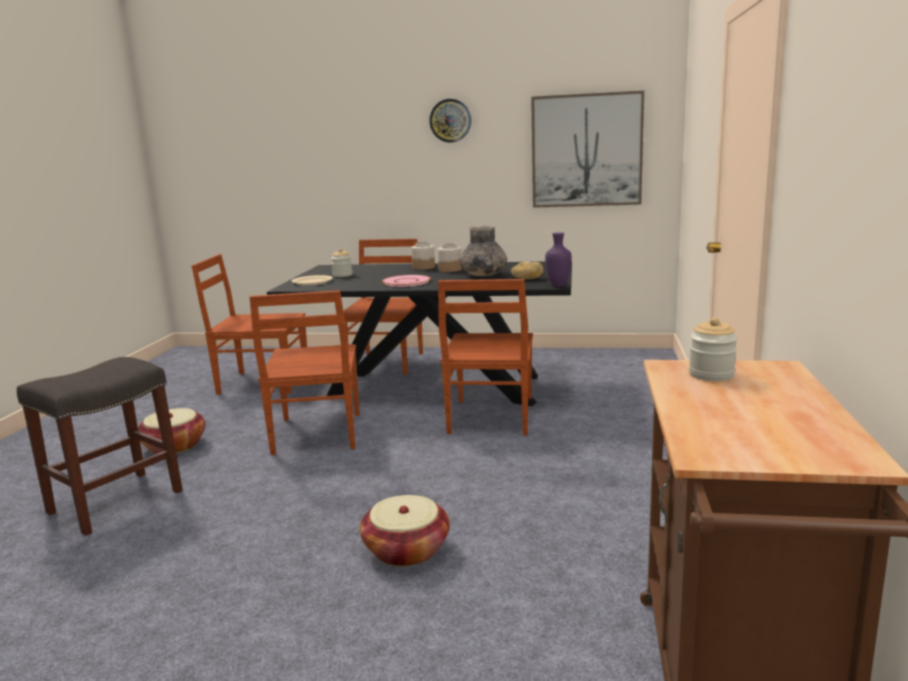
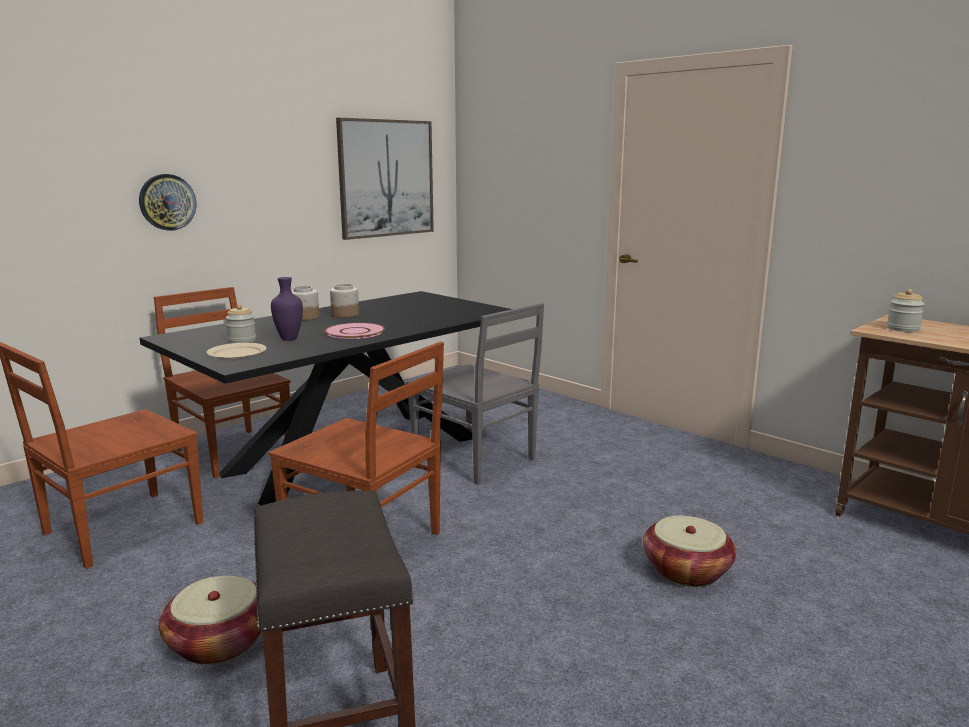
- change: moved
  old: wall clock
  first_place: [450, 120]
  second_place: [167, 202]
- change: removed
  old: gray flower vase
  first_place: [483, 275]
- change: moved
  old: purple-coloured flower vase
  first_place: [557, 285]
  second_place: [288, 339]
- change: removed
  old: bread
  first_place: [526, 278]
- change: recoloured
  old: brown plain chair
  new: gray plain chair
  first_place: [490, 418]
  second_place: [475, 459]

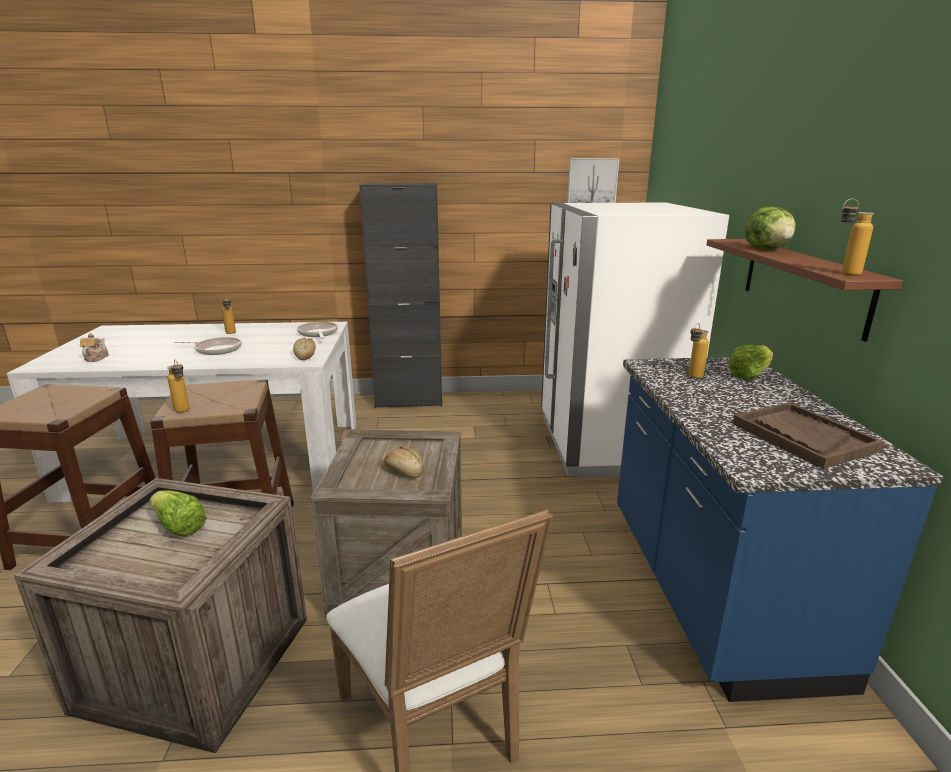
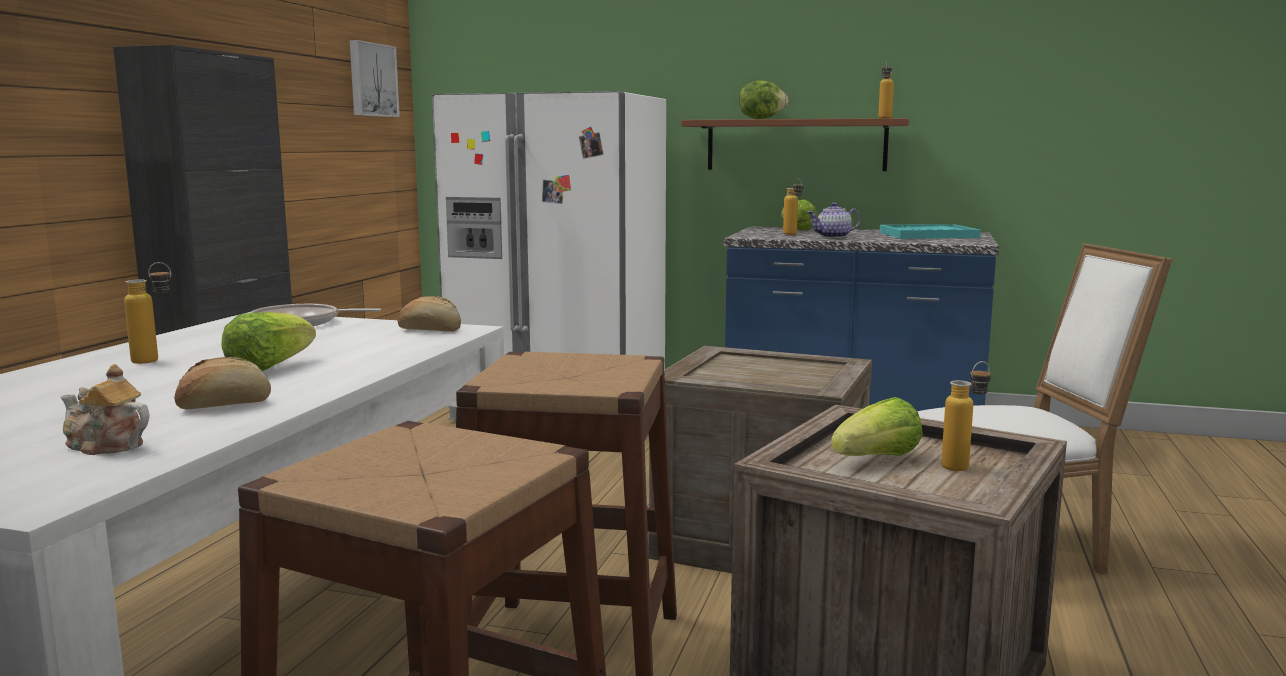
- change: replaced
  old: pan
  new: lettuce
  first_place: [216, 349]
  second_place: [269, 367]
- change: moved
  old: beverage bottle
  first_place: [184, 412]
  second_place: [963, 466]
- change: recoloured
  old: brown carrying tray
  new: blue-green carrying tray
  first_place: [803, 437]
  second_place: [928, 235]
- change: moved
  old: bread
  first_place: [404, 471]
  second_place: [224, 405]
- change: added
  new: pot for tea
  second_place: [833, 237]

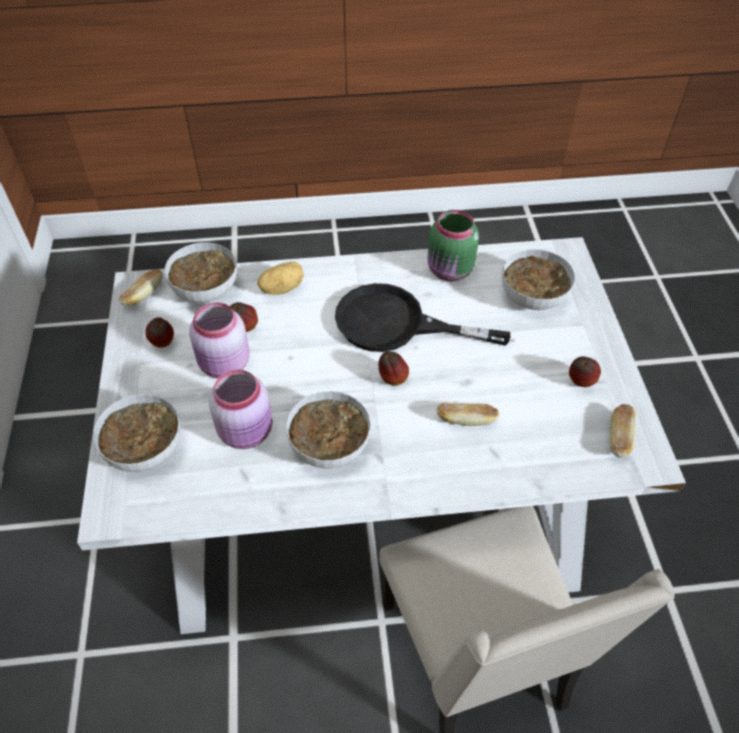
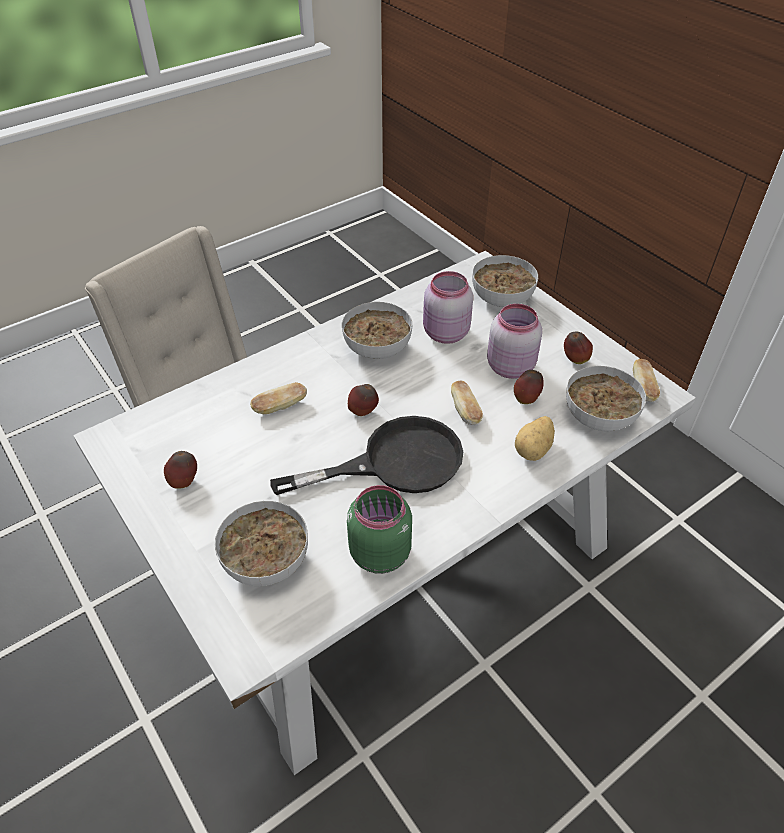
- change: moved
  old: bread
  first_place: [619, 438]
  second_place: [465, 411]

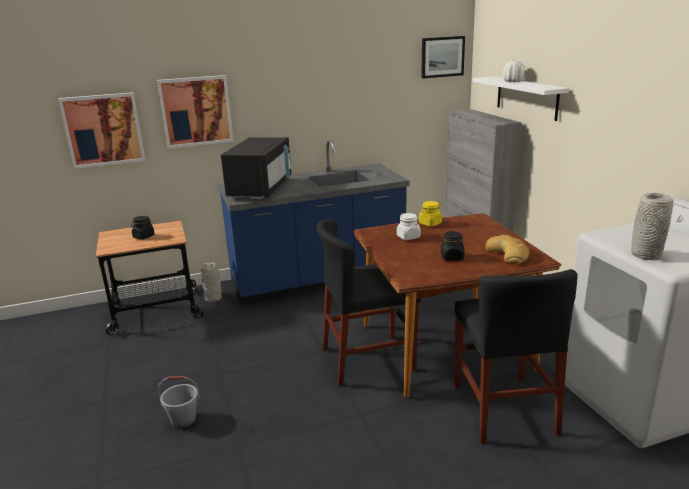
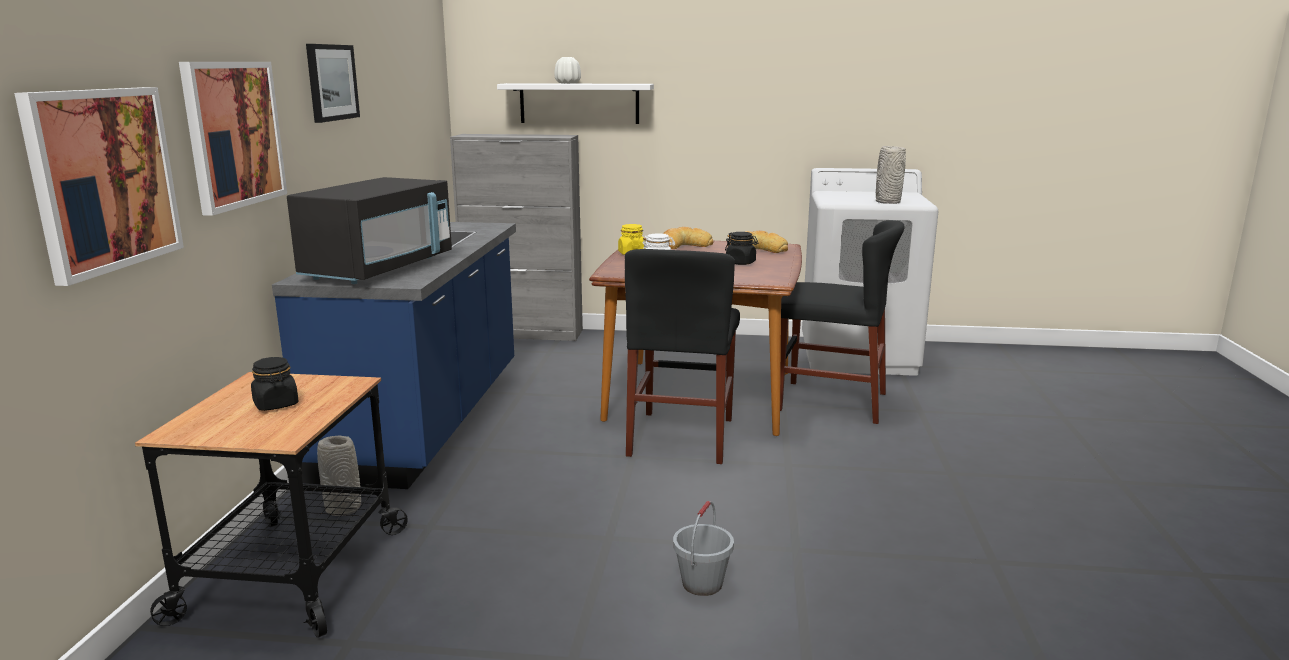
- change: moved
  old: wall picture
  first_place: [442, 57]
  second_place: [331, 82]
- change: turned
  old: blackish microwave oven
  first_place: [261, 189]
  second_place: [380, 269]
  degrees: 75
- change: added
  new: bread
  second_place: [683, 245]

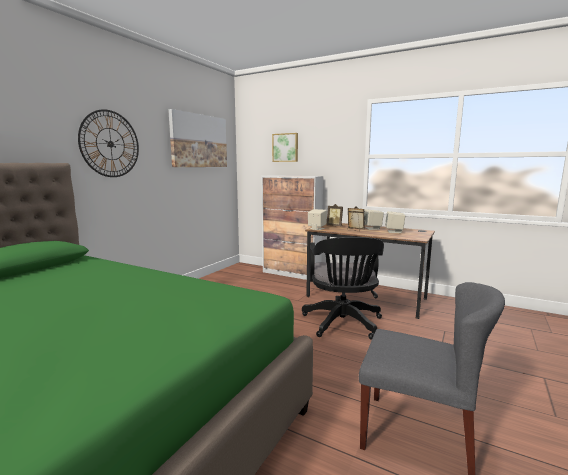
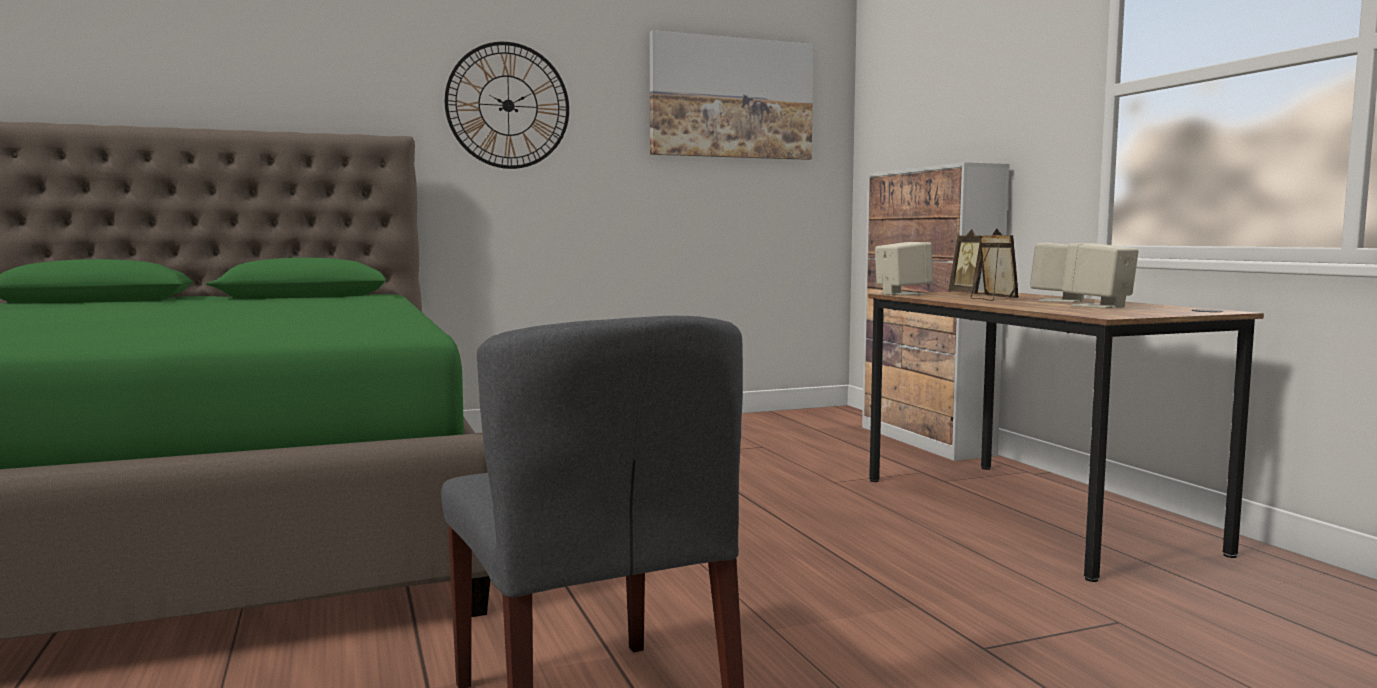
- change: removed
  old: wall picture
  first_place: [285, 147]
- change: removed
  old: blackish desk chair
  first_place: [343, 324]

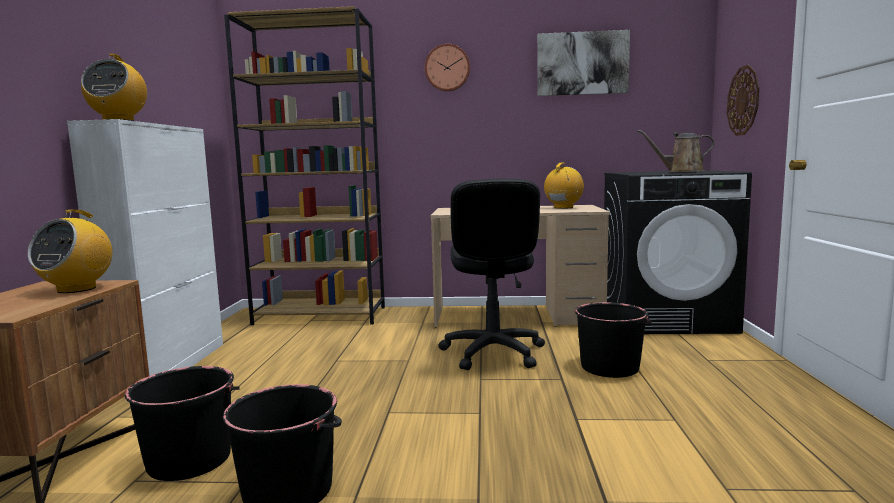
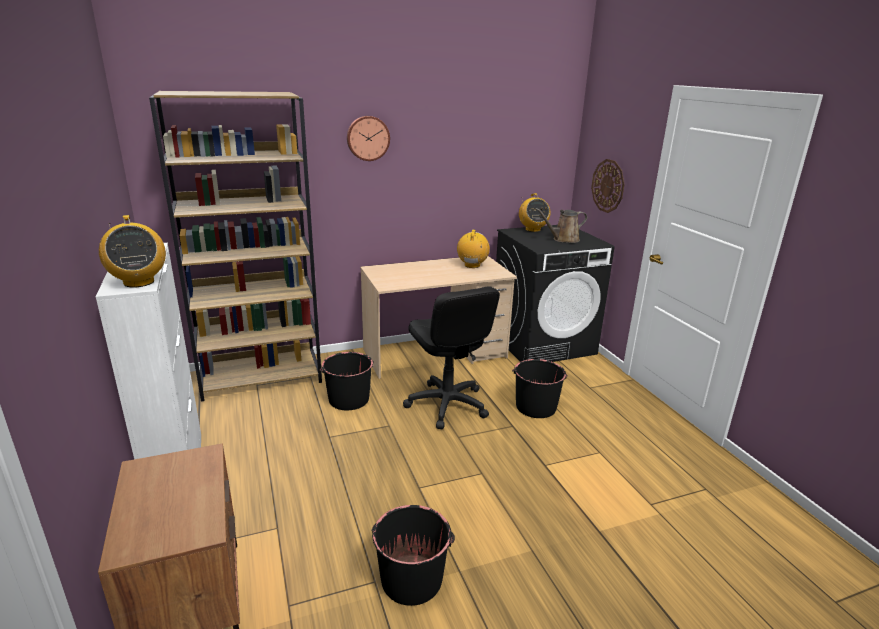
- change: removed
  old: wall picture
  first_place: [582, 63]
- change: moved
  old: radio receiver
  first_place: [77, 289]
  second_place: [532, 229]
- change: moved
  old: blackish bucket
  first_place: [190, 459]
  second_place: [348, 399]

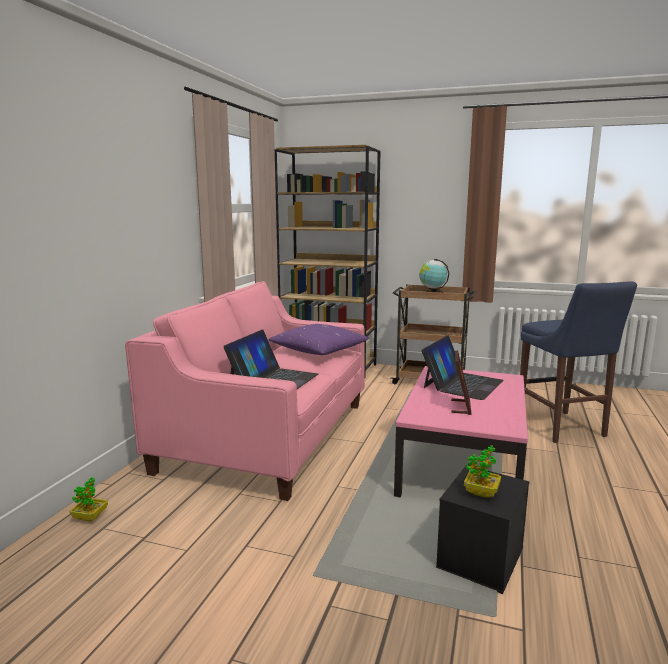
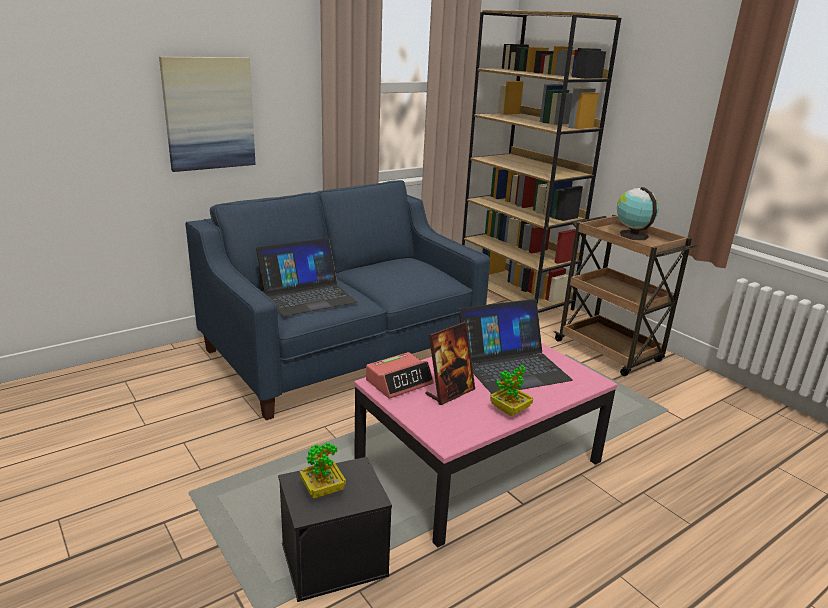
- change: recoloured
  old: pink couch
  new: blue couch
  first_place: [268, 436]
  second_place: [342, 352]
- change: removed
  old: blue sitting stool
  first_place: [562, 428]
- change: removed
  old: purple-coloured throw pillow
  first_place: [319, 351]
- change: moved
  old: plant in a pot
  first_place: [90, 517]
  second_place: [510, 410]
- change: added
  new: wall picture
  second_place: [209, 113]
- change: added
  new: bedside clock
  second_place: [399, 382]

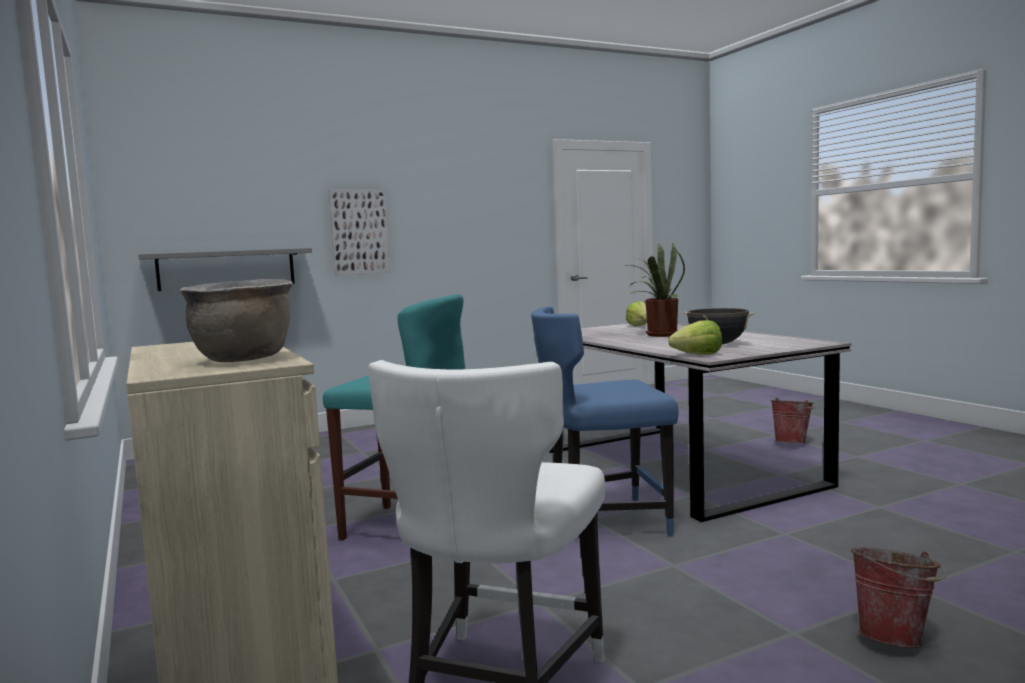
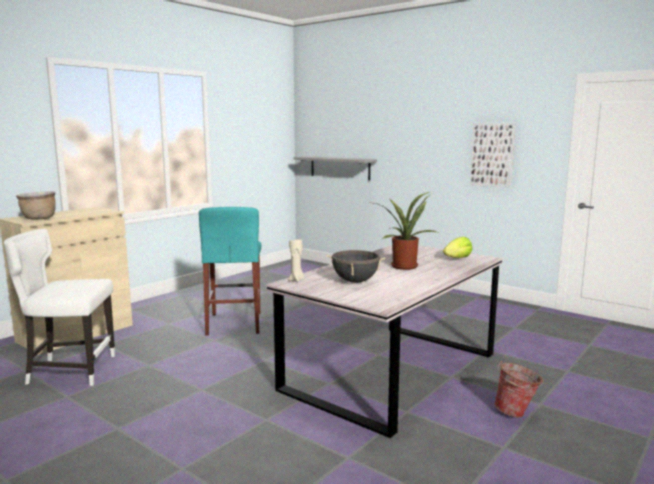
- change: moved
  old: wall picture
  first_place: [359, 232]
  second_place: [492, 155]
- change: removed
  old: blue plain chair
  first_place: [603, 521]
- change: replaced
  old: lettuce
  new: sand-coloured candle
  first_place: [698, 355]
  second_place: [296, 280]
- change: removed
  old: bucket
  first_place: [895, 637]

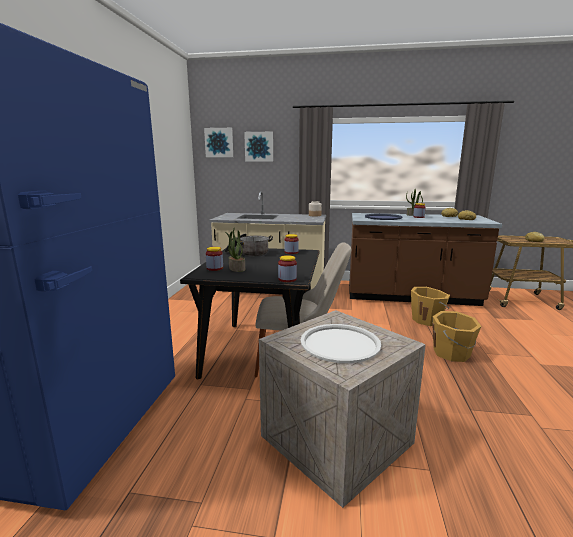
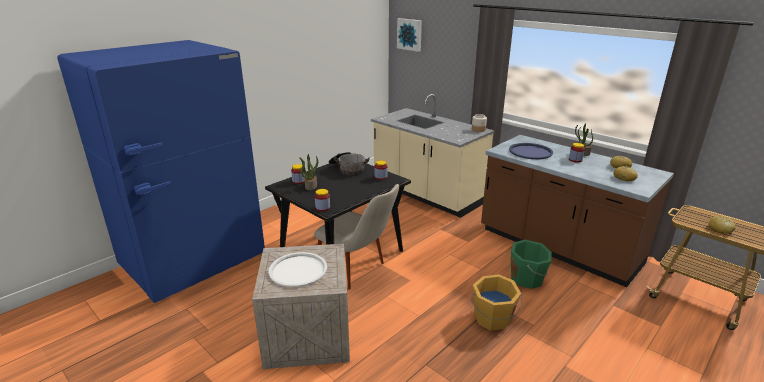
- change: removed
  old: wall picture
  first_place: [259, 146]
- change: recoloured
  old: orangey bucket
  new: green bucket
  first_place: [427, 320]
  second_place: [527, 279]

